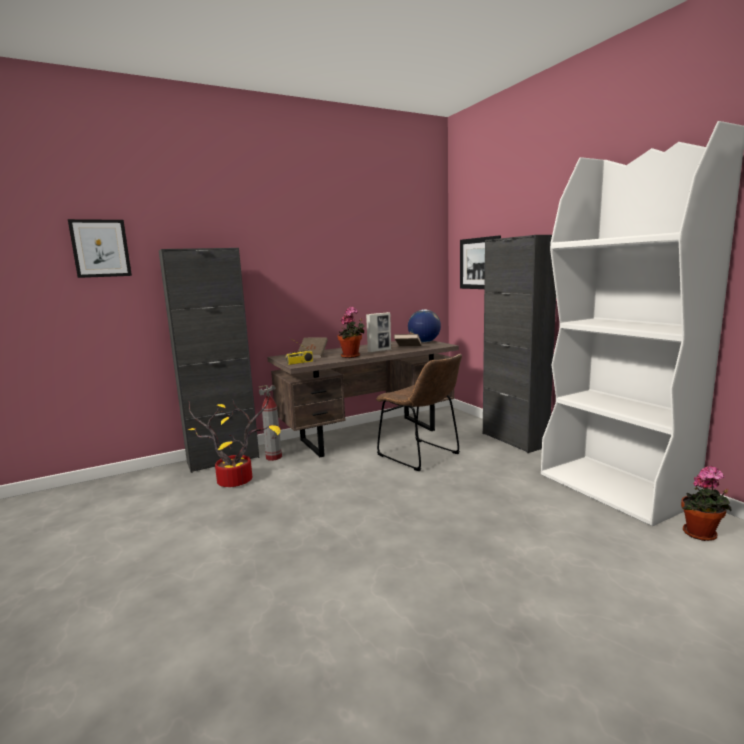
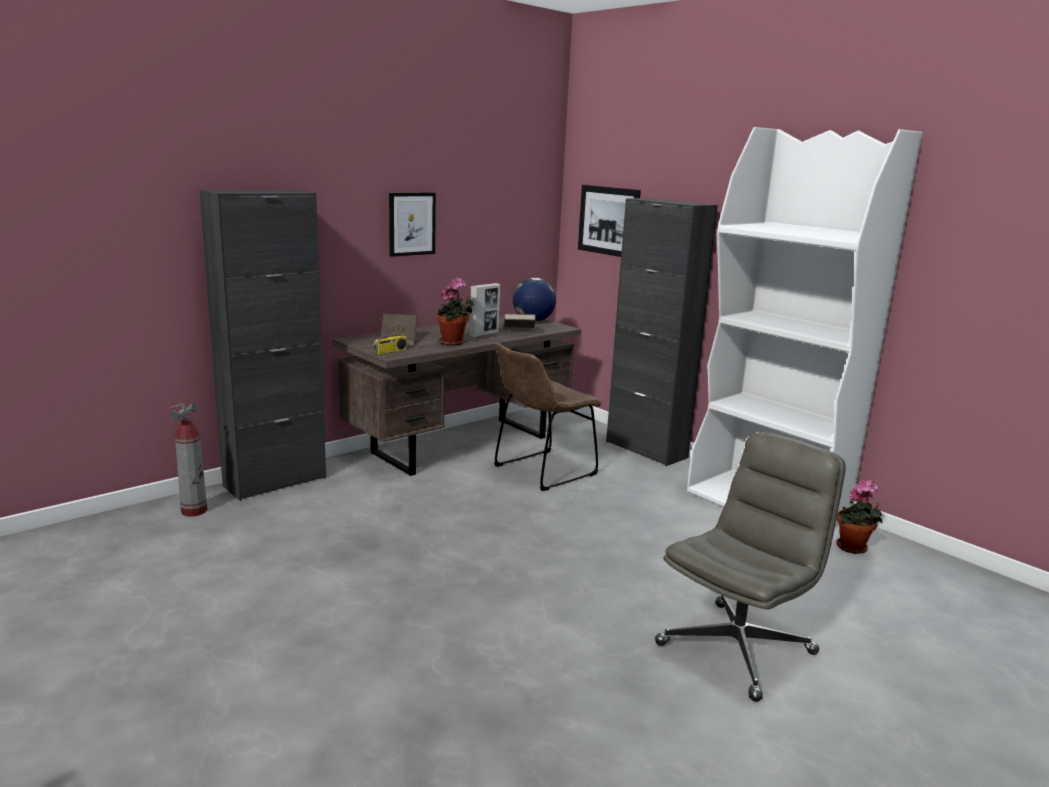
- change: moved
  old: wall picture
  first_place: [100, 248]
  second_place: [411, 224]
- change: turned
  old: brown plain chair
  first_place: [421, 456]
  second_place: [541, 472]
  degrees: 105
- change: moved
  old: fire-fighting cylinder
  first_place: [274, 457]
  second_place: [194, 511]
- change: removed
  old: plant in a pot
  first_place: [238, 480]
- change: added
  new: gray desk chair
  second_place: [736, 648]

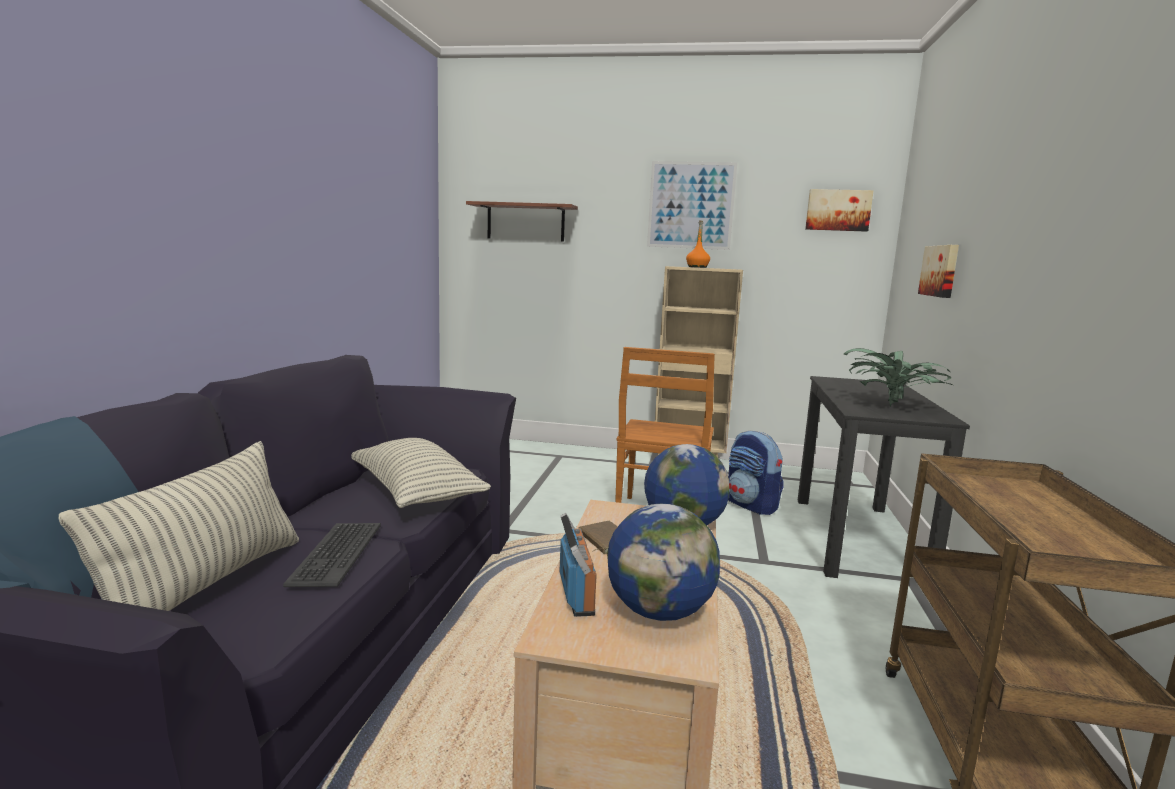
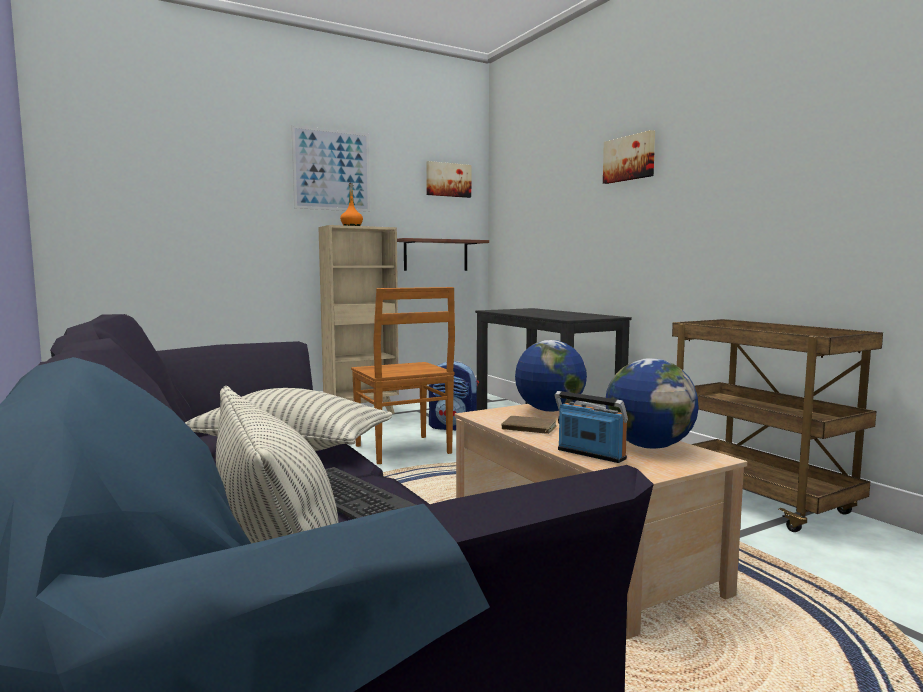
- change: moved
  old: wall shelf
  first_place: [525, 222]
  second_place: [436, 255]
- change: moved
  old: wall picture
  first_place: [941, 271]
  second_place: [630, 158]
- change: removed
  old: plant in a pot
  first_place: [893, 406]

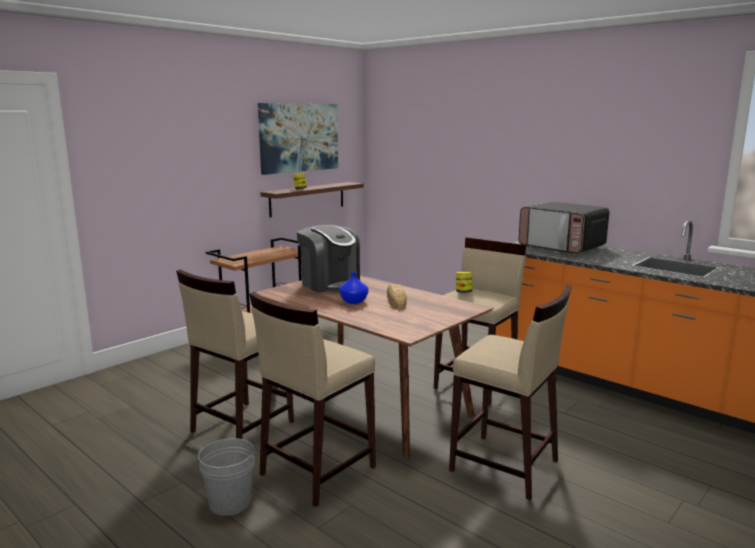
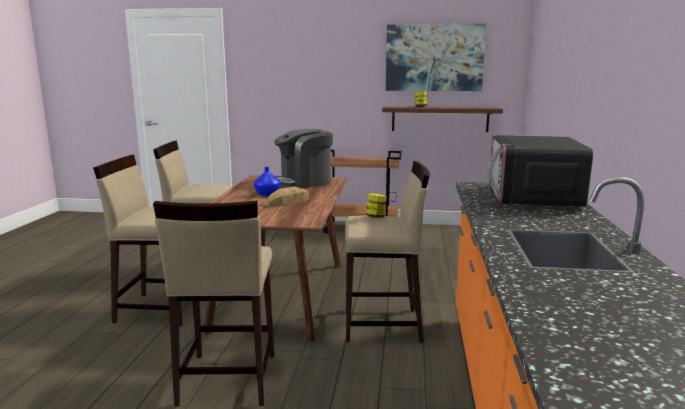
- change: turned
  old: coffee brewer
  first_place: [330, 284]
  second_place: [304, 182]
  degrees: 45
- change: removed
  old: gray bucket
  first_place: [230, 502]

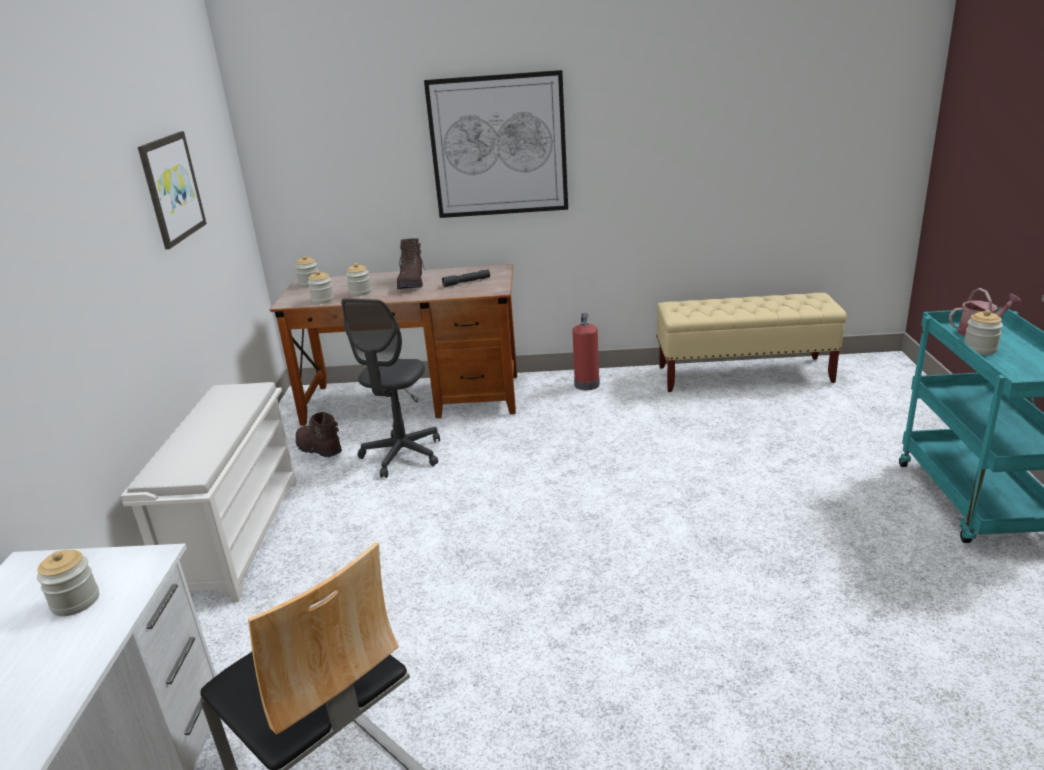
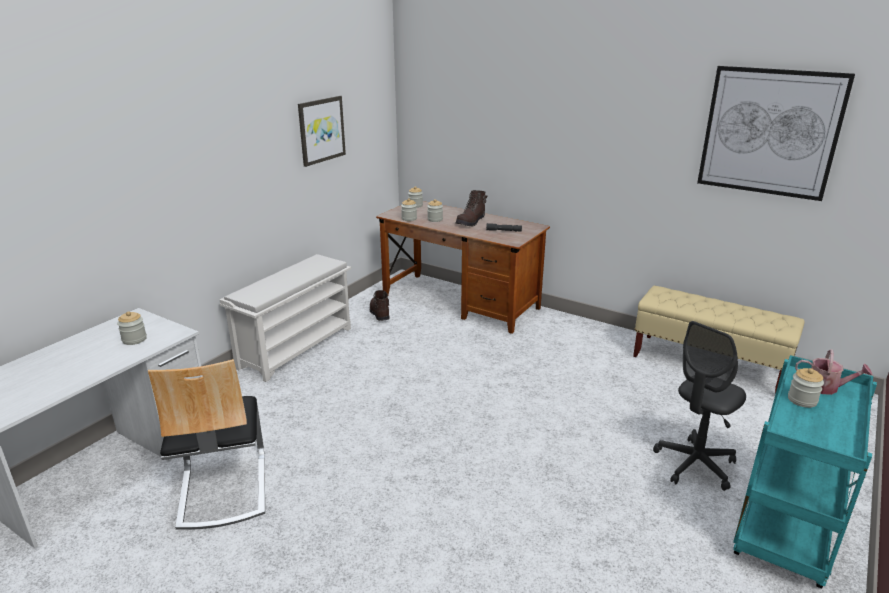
- change: moved
  old: wall picture
  first_place: [498, 146]
  second_place: [770, 132]
- change: moved
  old: gray desk chair
  first_place: [402, 455]
  second_place: [695, 465]
- change: removed
  old: fire-fighting cylinder
  first_place: [586, 384]

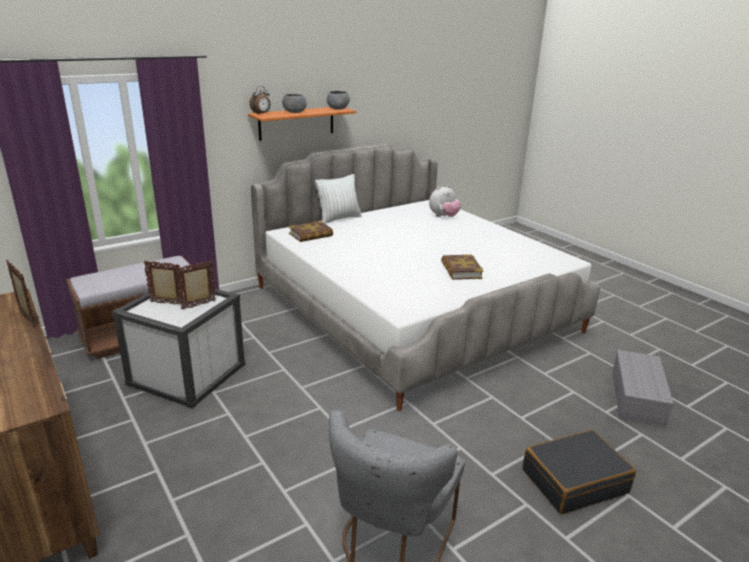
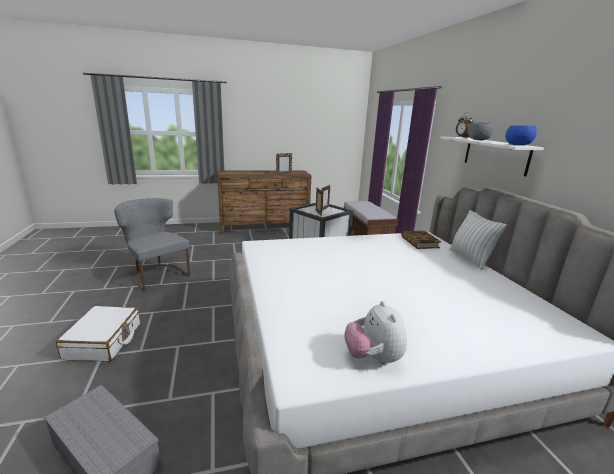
- change: recoloured
  old: gray bowl
  new: blue bowl
  first_place: [337, 109]
  second_place: [517, 145]
- change: recoloured
  old: orangey wall shelf
  new: whitish wall shelf
  first_place: [296, 123]
  second_place: [495, 155]
- change: moved
  old: soft toy
  first_place: [444, 216]
  second_place: [373, 358]
- change: removed
  old: book
  first_place: [460, 270]
- change: recoloured
  old: blackish piece of luggage
  new: whitish piece of luggage
  first_place: [574, 481]
  second_place: [104, 341]

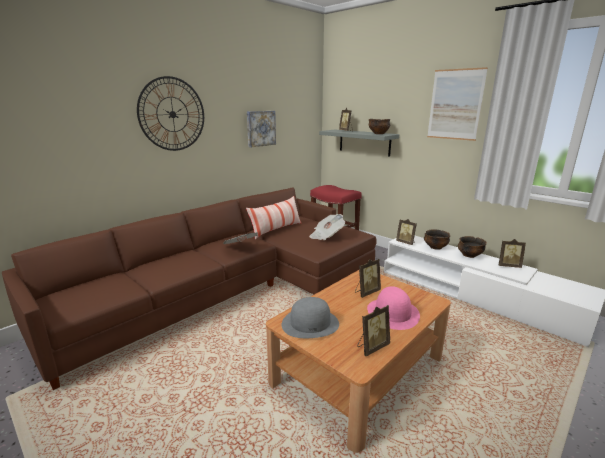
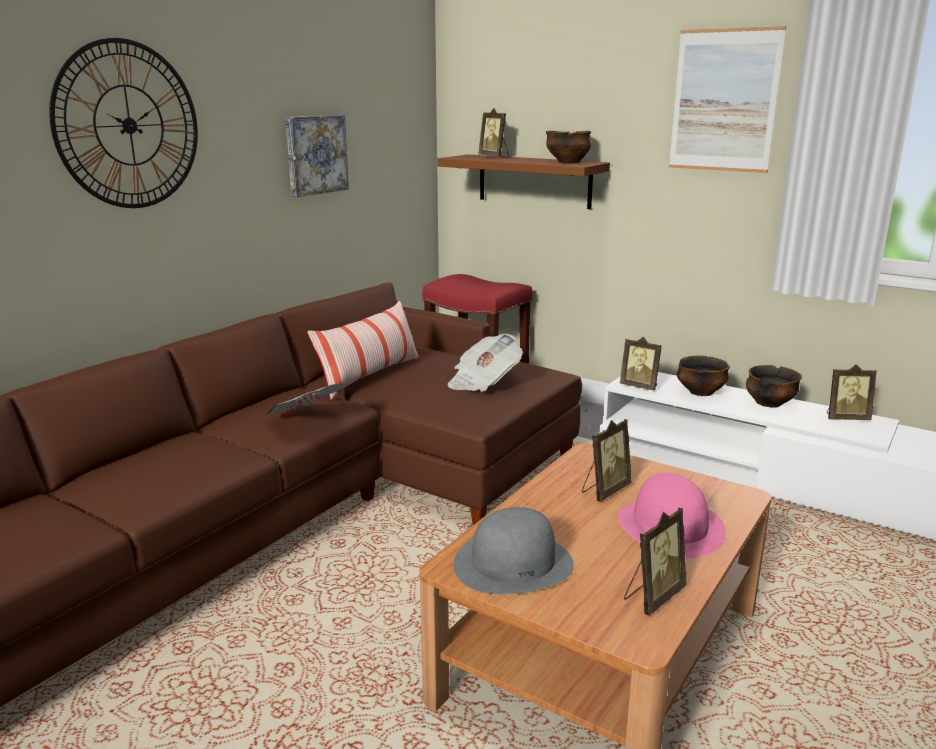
- change: recoloured
  old: gray wall shelf
  new: brown wall shelf
  first_place: [364, 142]
  second_place: [534, 181]

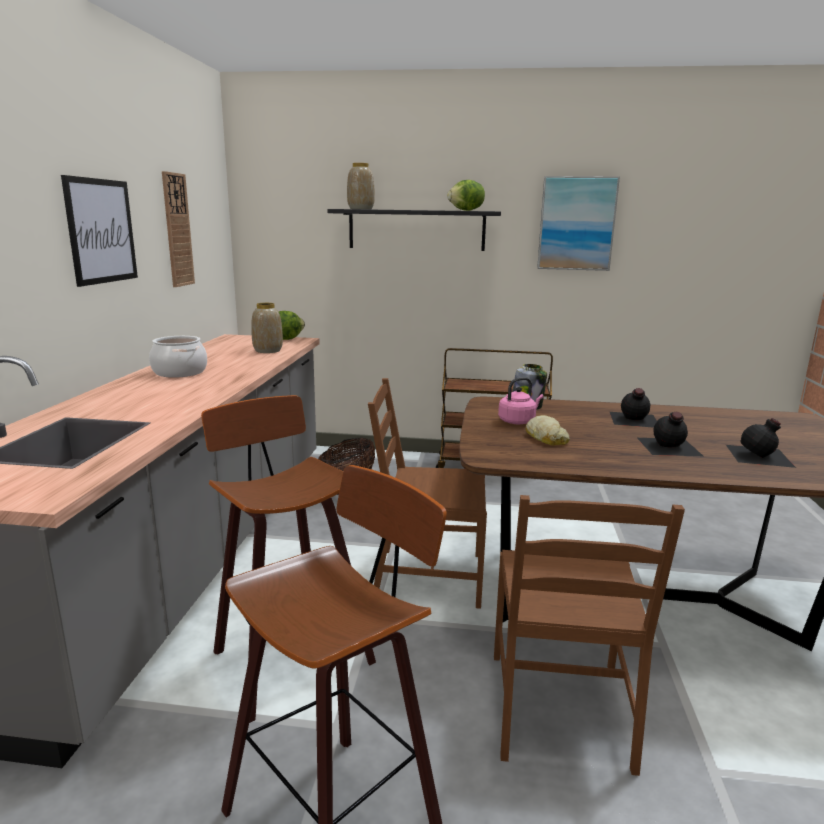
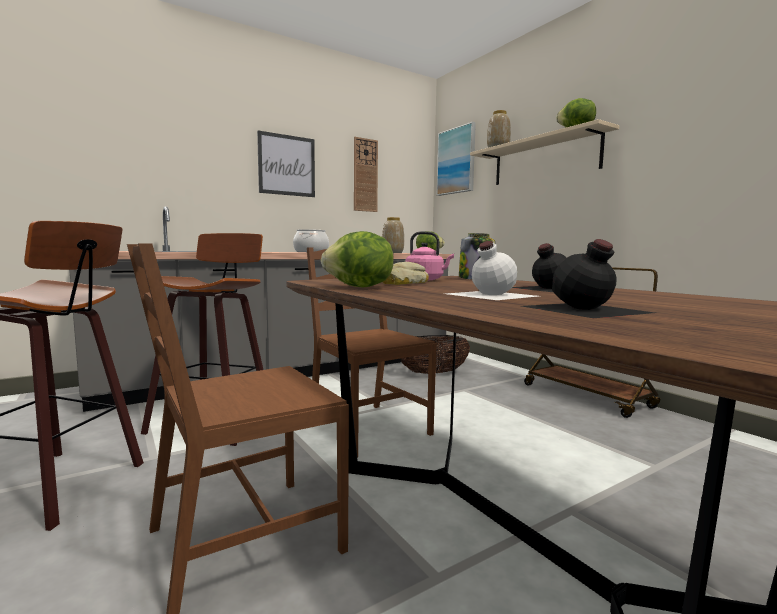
- change: moved
  old: wall picture
  first_place: [576, 223]
  second_place: [456, 161]
- change: recoloured
  old: blackish wall shelf
  new: sand-coloured wall shelf
  first_place: [416, 230]
  second_place: [544, 160]
- change: recoloured
  old: blackish beverage bottle
  new: whitish beverage bottle
  first_place: [668, 446]
  second_place: [489, 294]
- change: added
  new: lettuce
  second_place: [360, 287]

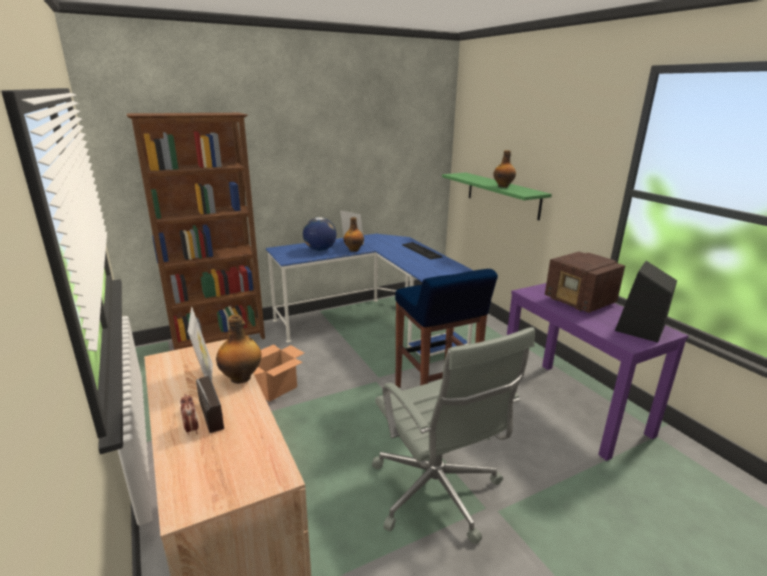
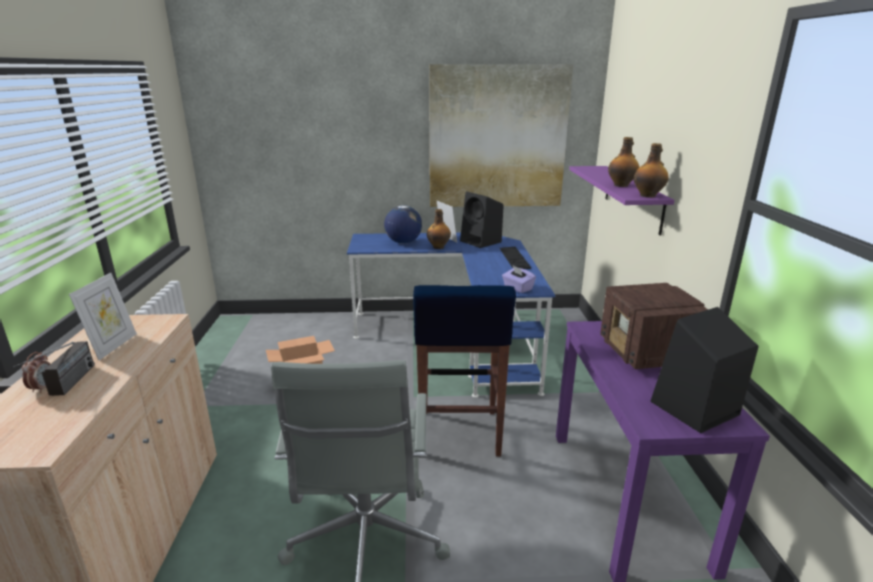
- change: removed
  old: brown shelving unit
  first_place: [220, 340]
- change: recoloured
  old: green wall shelf
  new: purple-coloured wall shelf
  first_place: [502, 195]
  second_place: [632, 197]
- change: moved
  old: beverage bottle
  first_place: [241, 378]
  second_place: [648, 196]
- change: added
  new: wall picture
  second_place: [497, 138]
- change: added
  new: blackish speaker
  second_place: [481, 242]
- change: added
  new: purple-coloured box of tissues
  second_place: [517, 288]

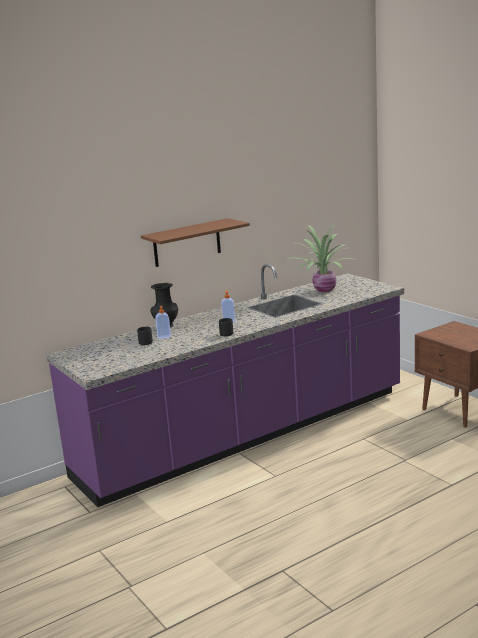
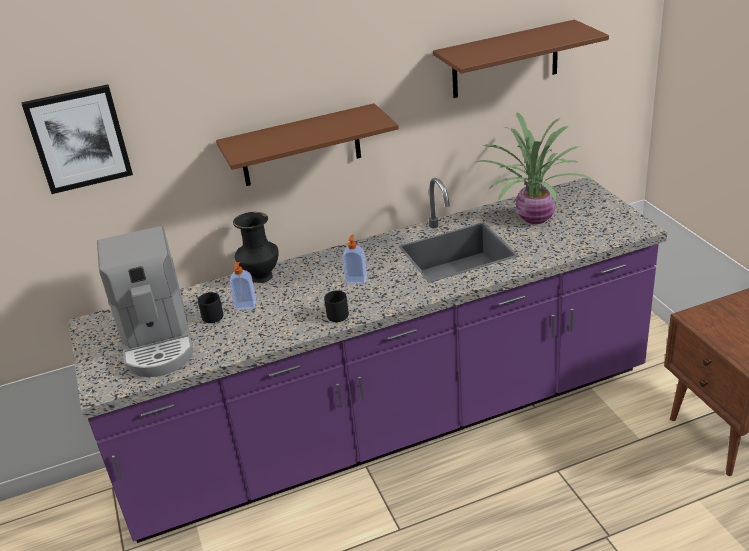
- change: added
  new: brown wall shelf
  second_place: [505, 60]
- change: added
  new: wall picture
  second_place: [79, 138]
- change: added
  new: coffee brewer
  second_place: [158, 341]

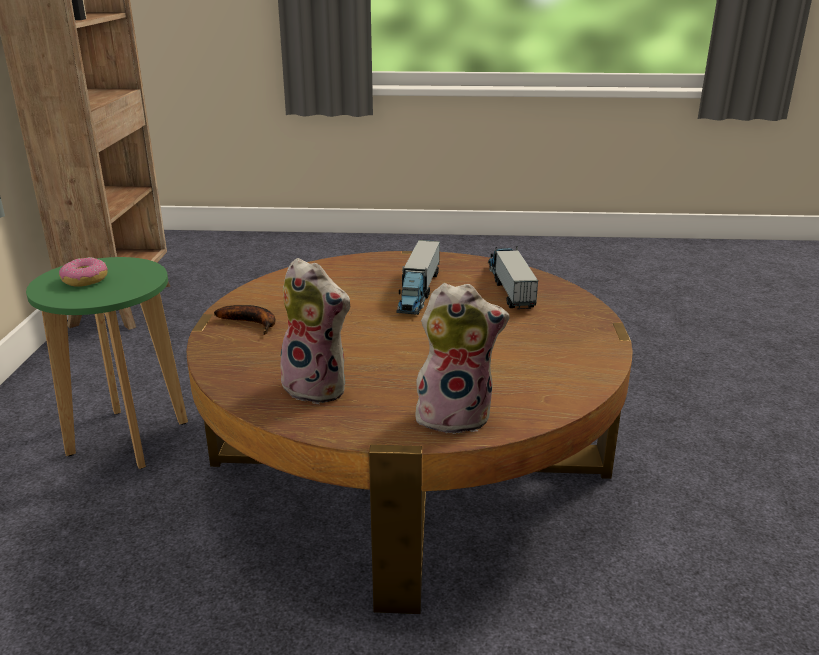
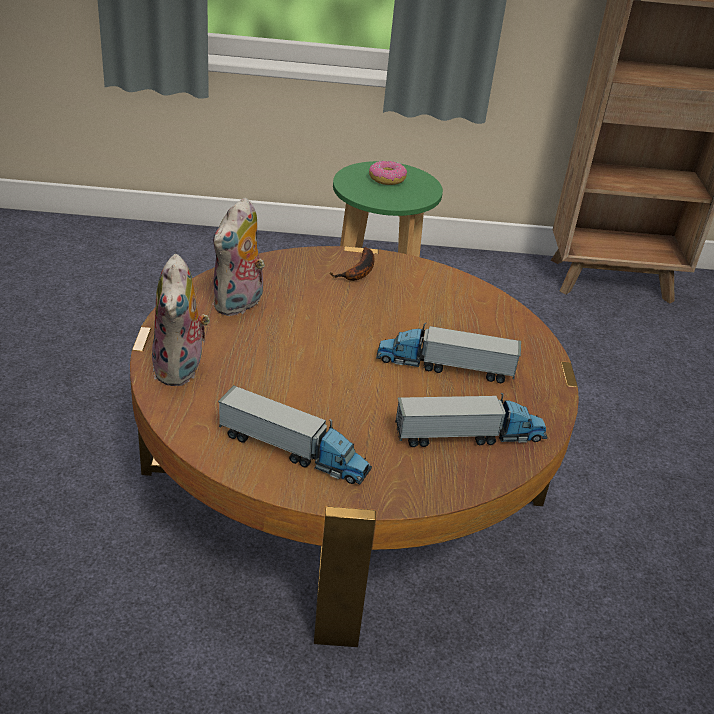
- change: added
  new: toy truck
  second_place: [294, 451]

